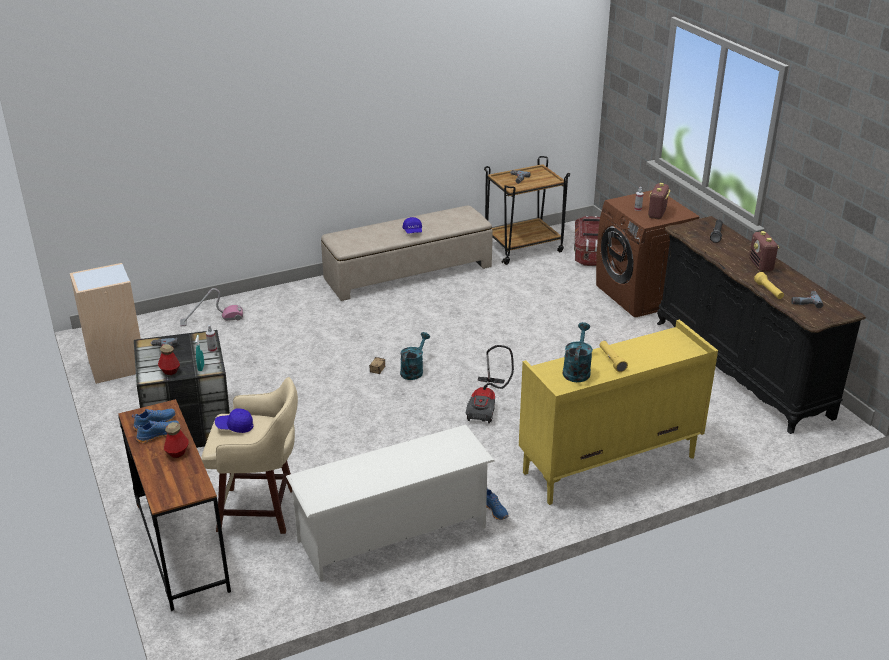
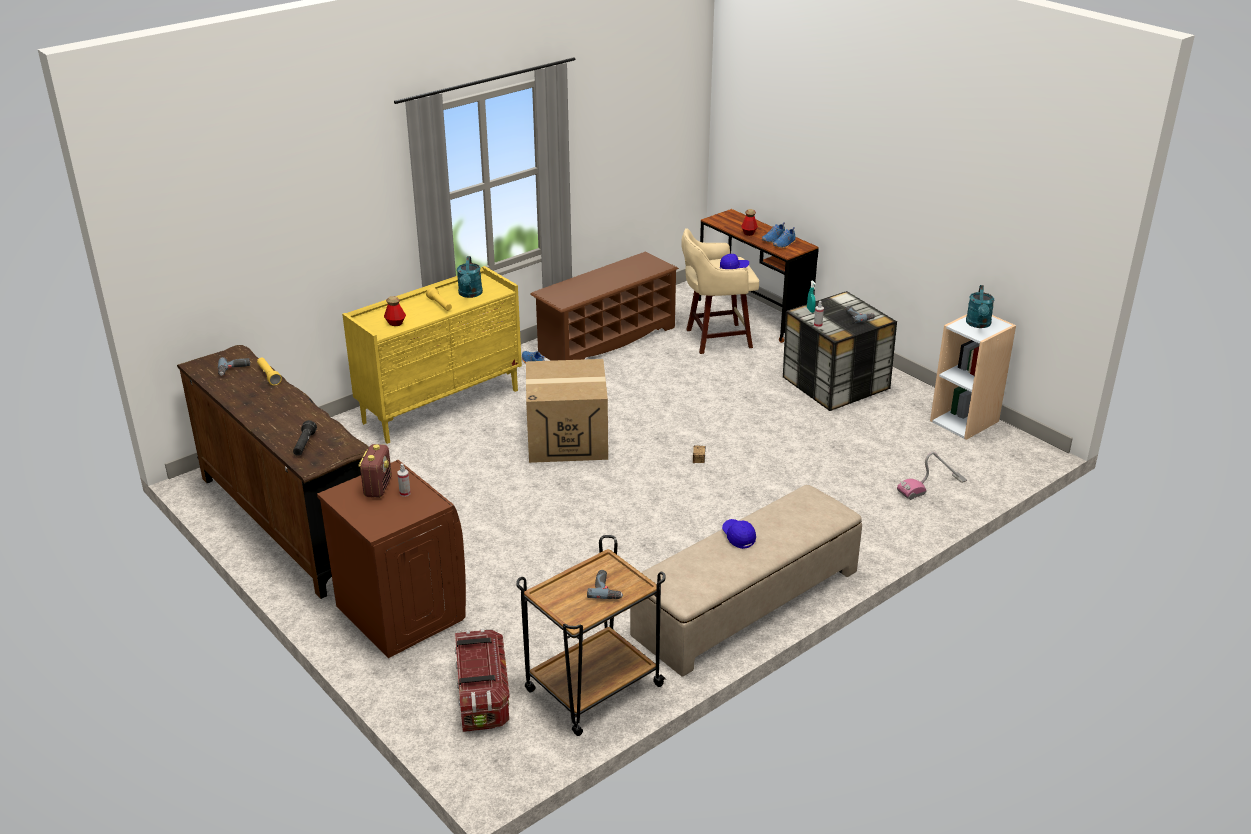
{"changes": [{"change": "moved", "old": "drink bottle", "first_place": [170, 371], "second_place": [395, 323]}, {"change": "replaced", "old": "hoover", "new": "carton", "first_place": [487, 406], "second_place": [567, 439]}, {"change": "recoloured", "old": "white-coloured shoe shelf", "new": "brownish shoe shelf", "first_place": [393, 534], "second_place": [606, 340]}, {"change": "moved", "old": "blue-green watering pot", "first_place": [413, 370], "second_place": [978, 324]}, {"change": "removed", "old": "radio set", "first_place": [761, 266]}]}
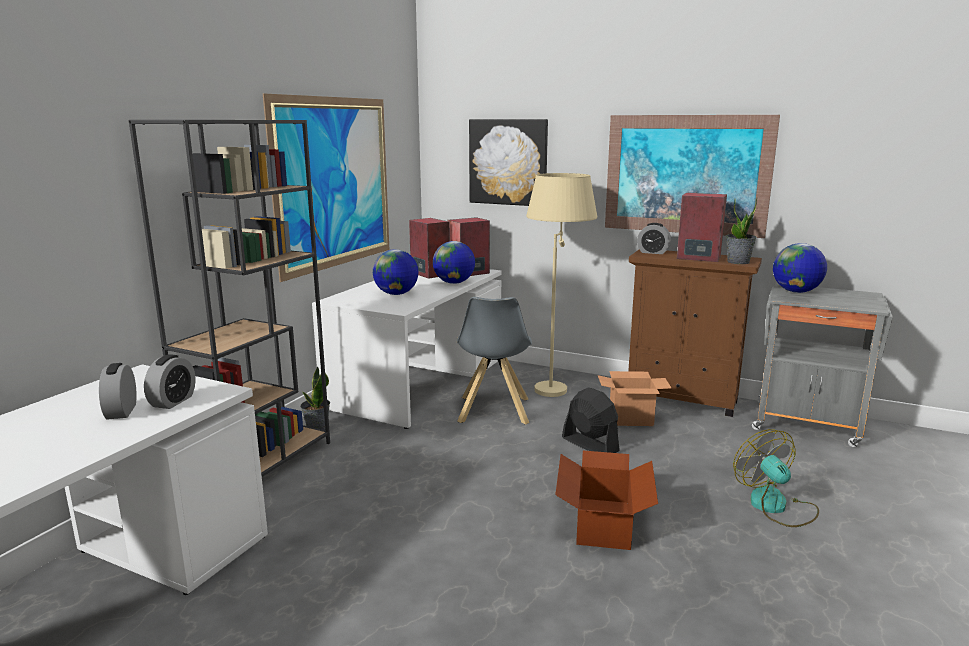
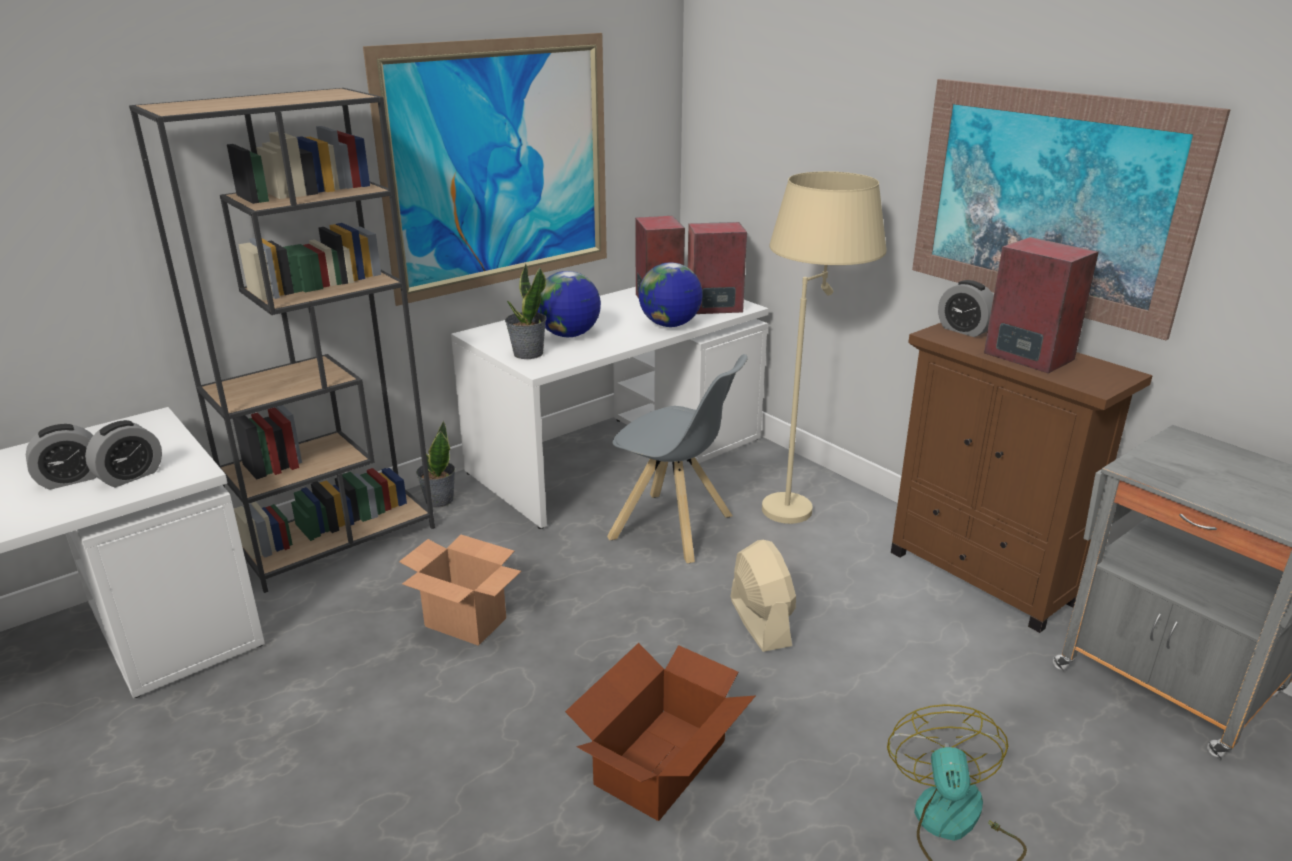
{"changes": [{"change": "turned", "old": "table clock", "first_place": [121, 411], "second_place": [71, 479], "degrees": -135}, {"change": "moved", "old": "carton", "first_place": [631, 419], "second_place": [466, 622]}, {"change": "moved", "old": "plant in a pot", "first_place": [738, 262], "second_place": [528, 354]}, {"change": "turned", "old": "greyish plain chair", "first_place": [493, 411], "second_place": [674, 528], "degrees": -90}, {"change": "recoloured", "old": "black electric fan", "new": "beige electric fan", "first_place": [589, 444], "second_place": [760, 622]}, {"change": "removed", "old": "wall art", "first_place": [508, 162]}, {"change": "removed", "old": "desk globe", "first_place": [796, 292]}]}
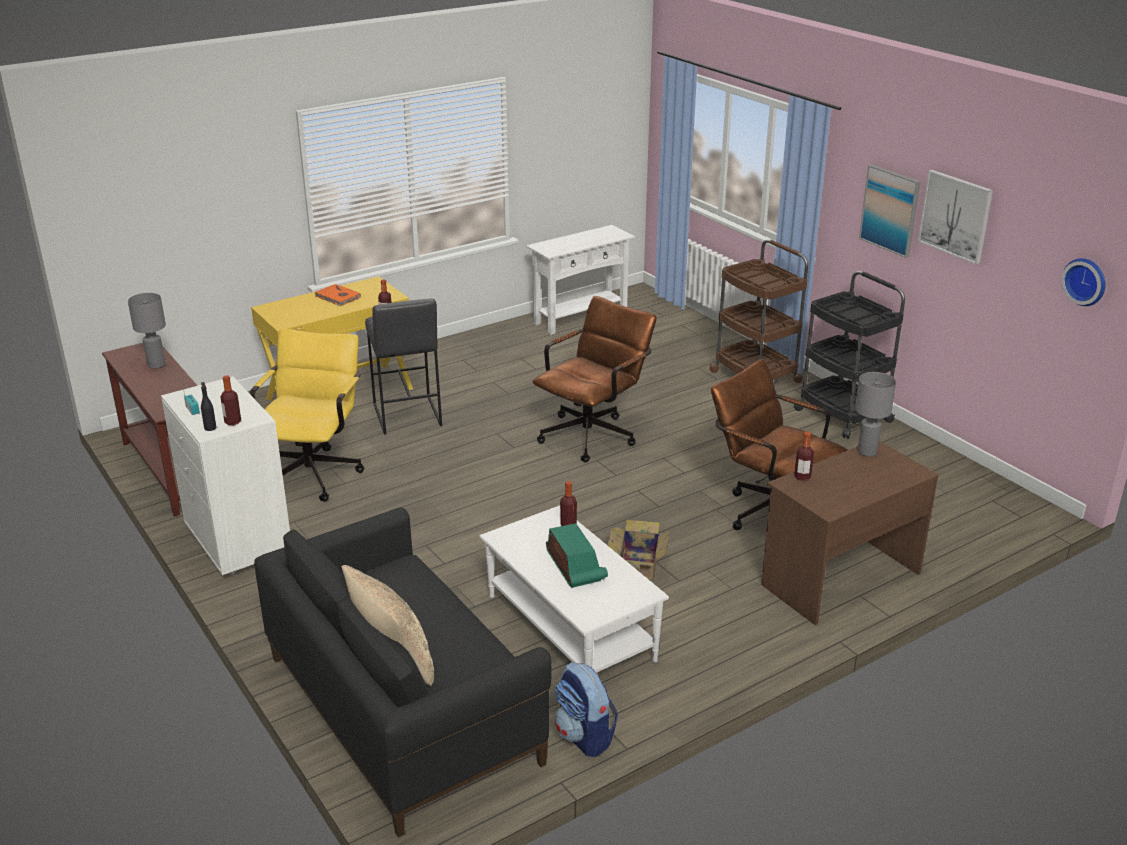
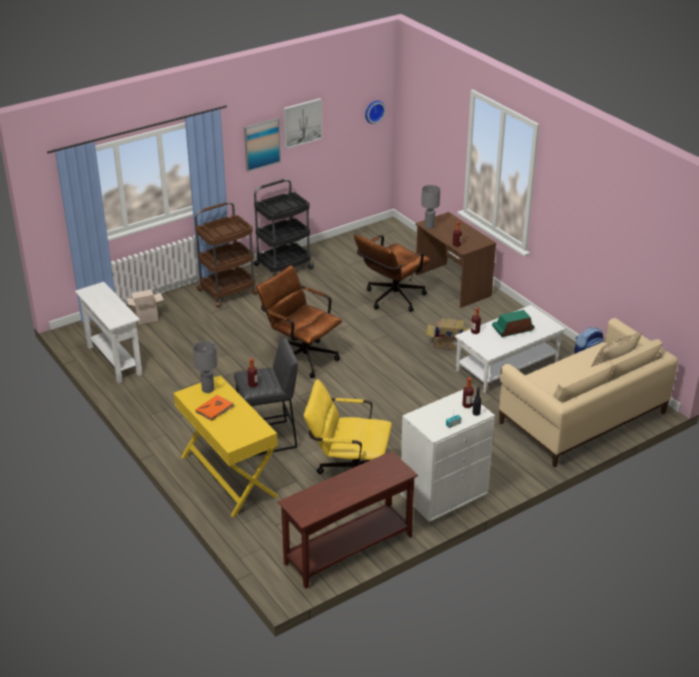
{"changes": [{"change": "added", "new": "carton", "second_place": [147, 318]}, {"change": "moved", "old": "greyish lamp for a table", "first_place": [156, 364], "second_place": [207, 389]}, {"change": "recoloured", "old": "black sofa", "new": "beige sofa", "first_place": [403, 708], "second_place": [582, 417]}]}
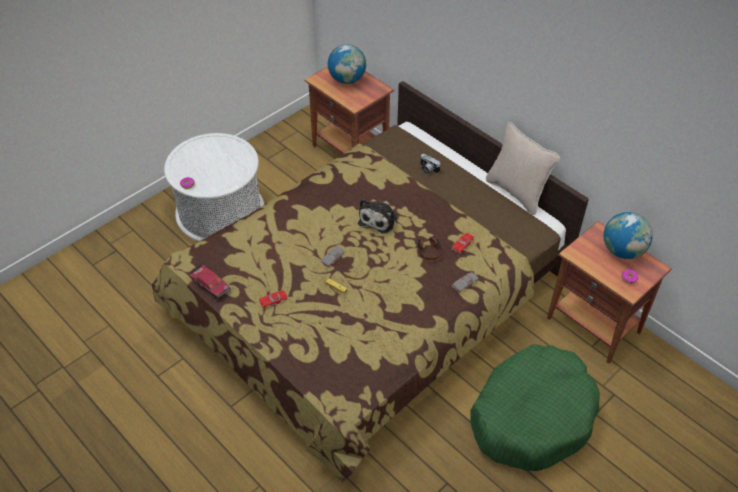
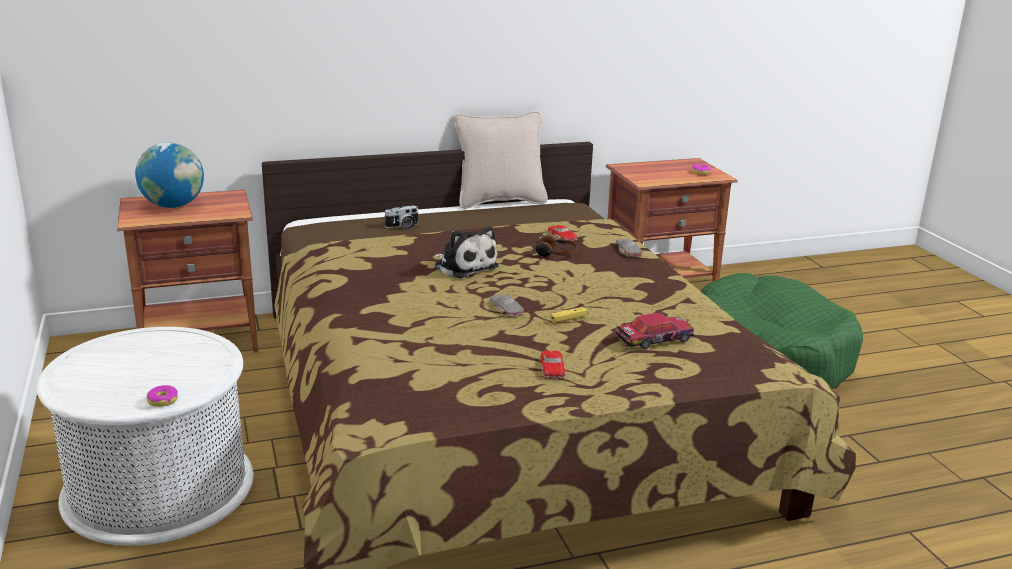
{"changes": [{"change": "moved", "old": "toy car", "first_place": [210, 285], "second_place": [653, 339]}, {"change": "removed", "old": "desk globe", "first_place": [622, 251]}]}
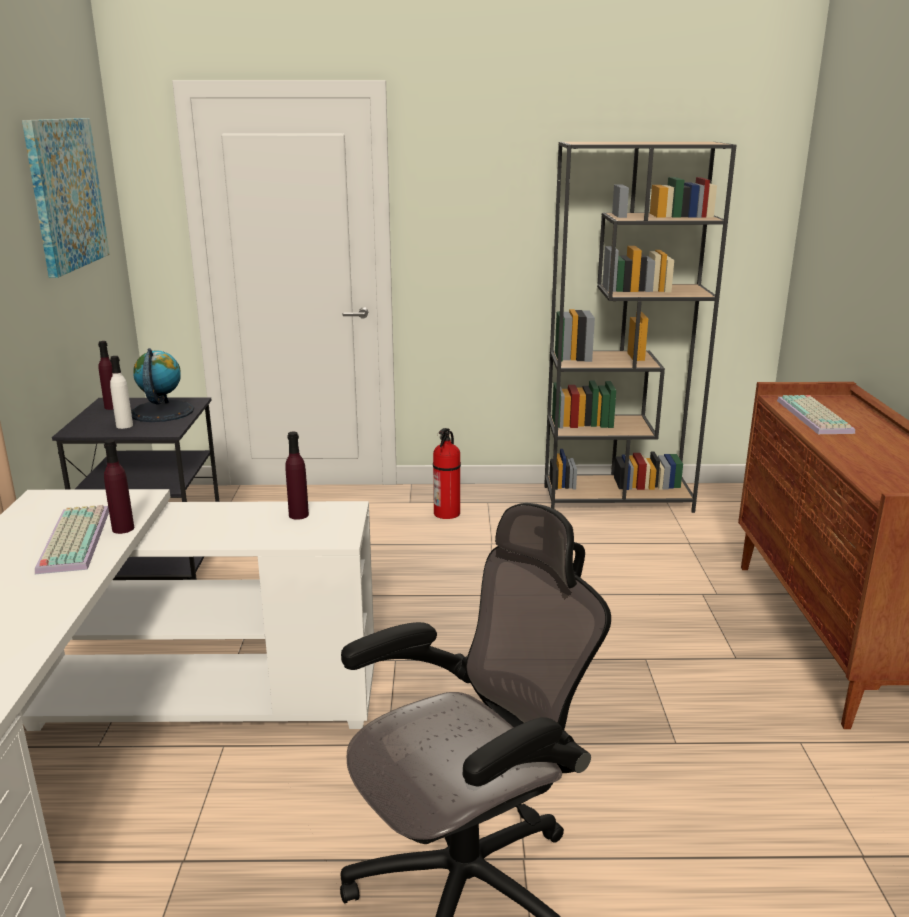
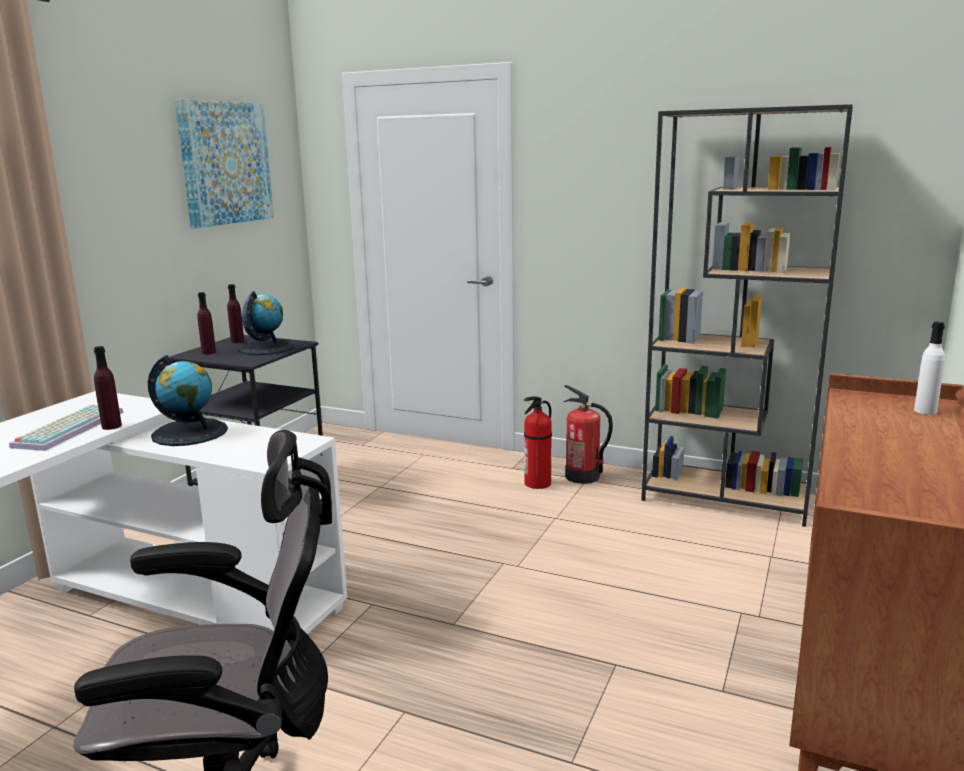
{"changes": [{"change": "added", "new": "desk globe", "second_place": [190, 432]}, {"change": "moved", "old": "purple drink bottle", "first_place": [298, 515], "second_place": [208, 352]}, {"change": "added", "new": "extinguisher", "second_place": [583, 477]}, {"change": "moved", "old": "white-coloured drink bottle", "first_place": [124, 425], "second_place": [925, 411]}, {"change": "removed", "old": "keyboard", "first_place": [816, 416]}]}
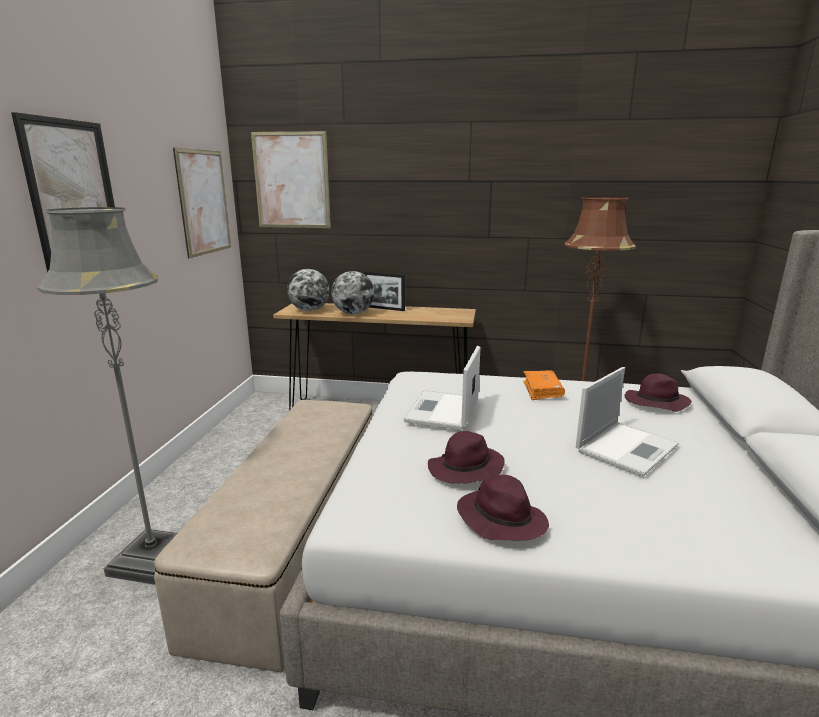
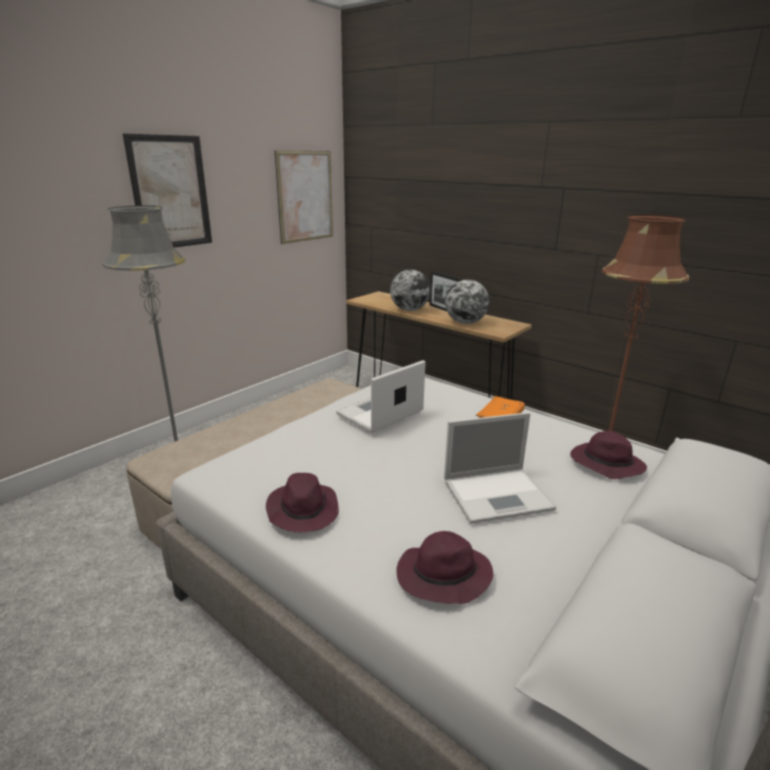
{"changes": [{"change": "moved", "old": "purple wearable hat", "first_place": [465, 470], "second_place": [442, 577]}, {"change": "moved", "old": "desk globe", "first_place": [309, 310], "second_place": [465, 323]}, {"change": "removed", "old": "wall art", "first_place": [292, 180]}]}
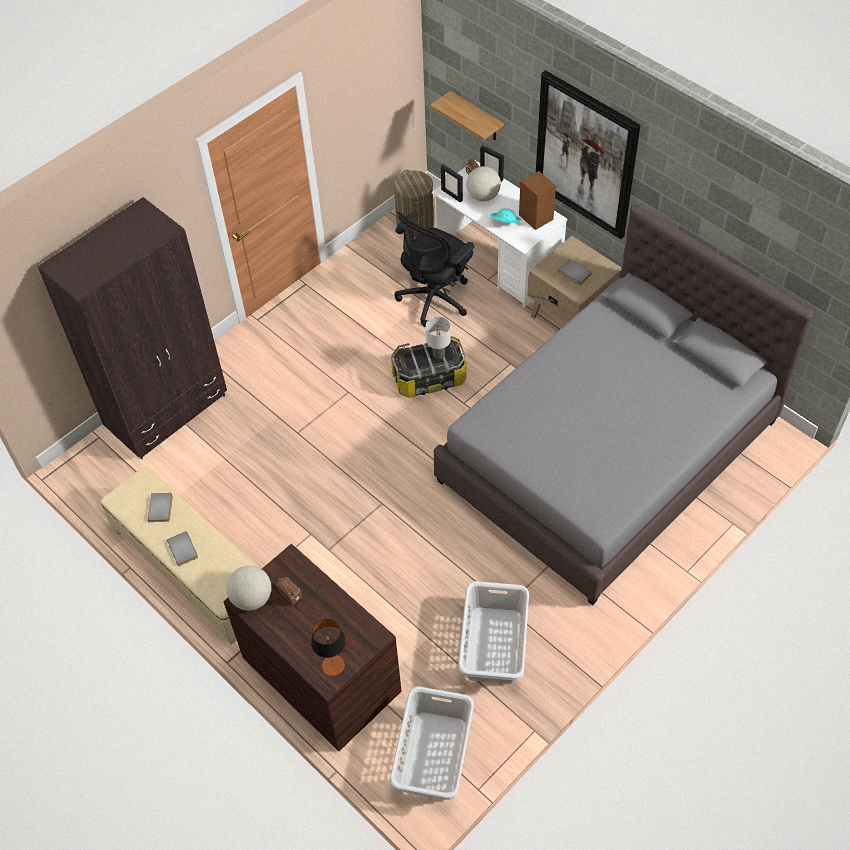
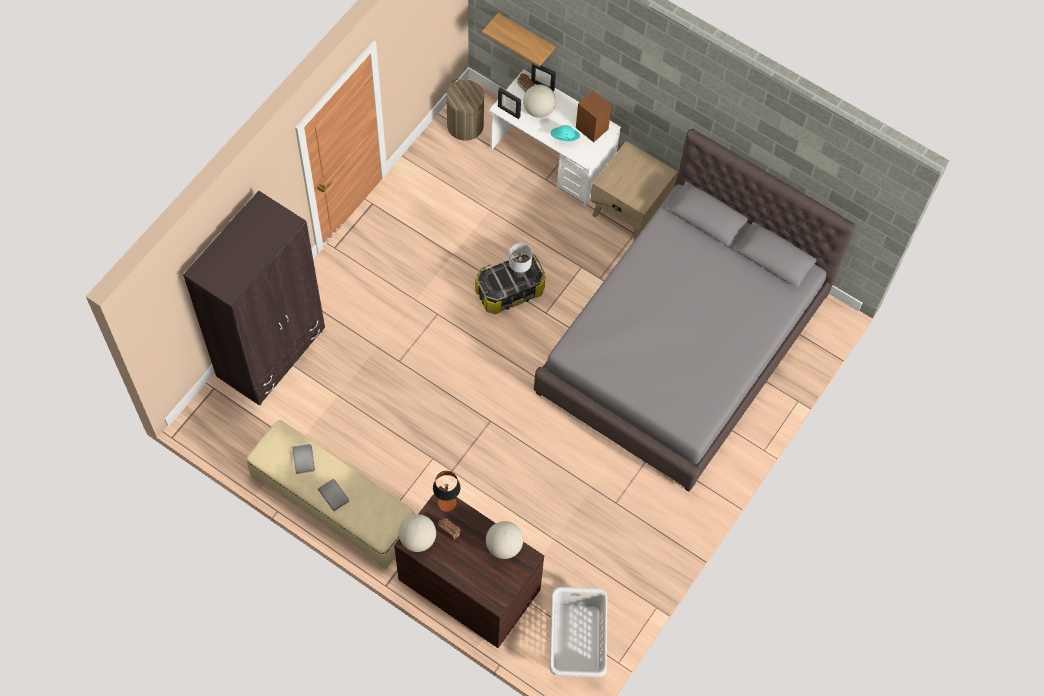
{"changes": [{"change": "moved", "old": "lamp for a table", "first_place": [333, 665], "second_place": [447, 503]}, {"change": "added", "new": "desk globe", "second_place": [504, 546]}, {"change": "removed", "old": "black desk chair", "first_place": [436, 294]}, {"change": "removed", "old": "greyish hamper", "first_place": [492, 645]}, {"change": "removed", "old": "wall art", "first_place": [586, 155]}, {"change": "removed", "old": "greyish bound book", "first_place": [573, 274]}]}
